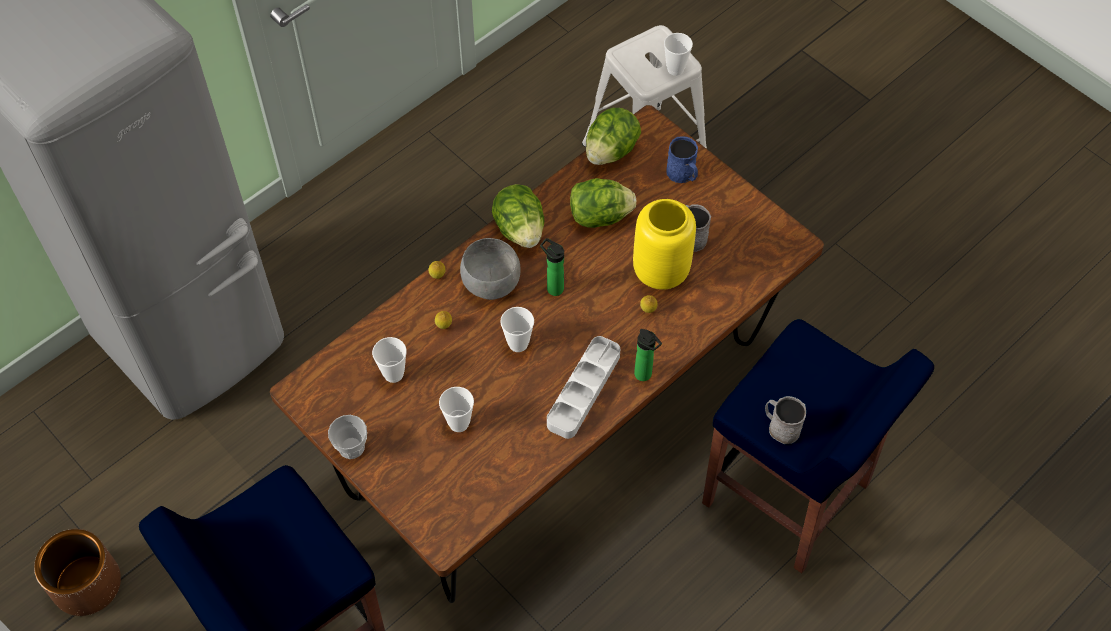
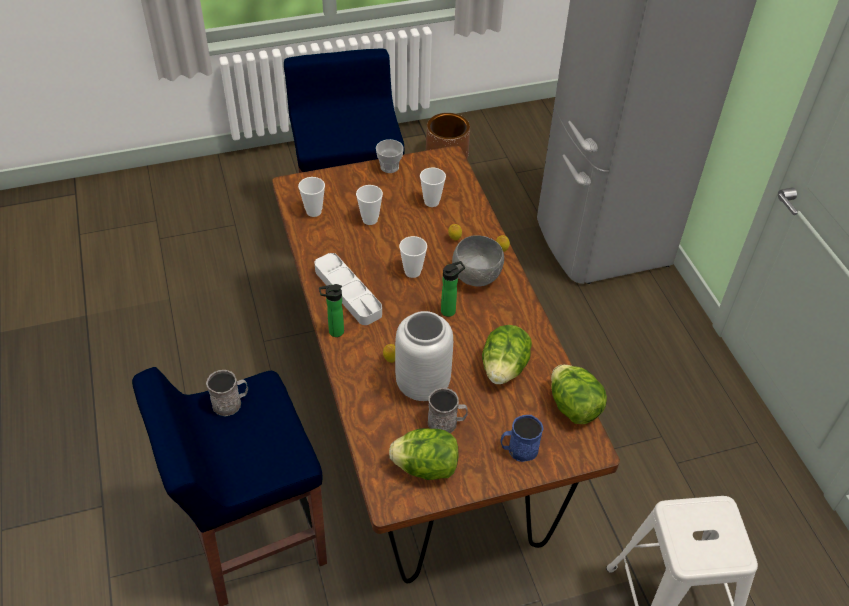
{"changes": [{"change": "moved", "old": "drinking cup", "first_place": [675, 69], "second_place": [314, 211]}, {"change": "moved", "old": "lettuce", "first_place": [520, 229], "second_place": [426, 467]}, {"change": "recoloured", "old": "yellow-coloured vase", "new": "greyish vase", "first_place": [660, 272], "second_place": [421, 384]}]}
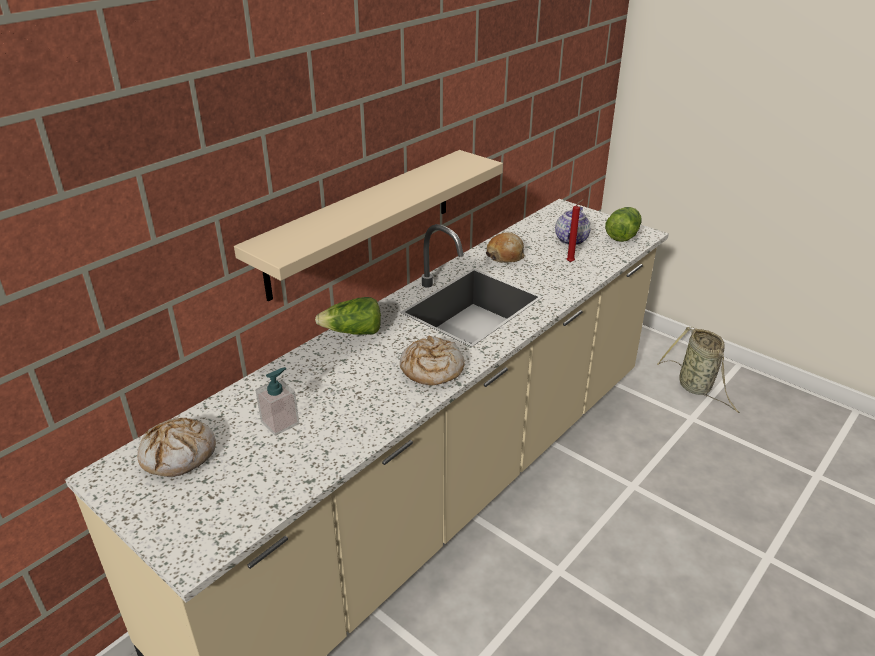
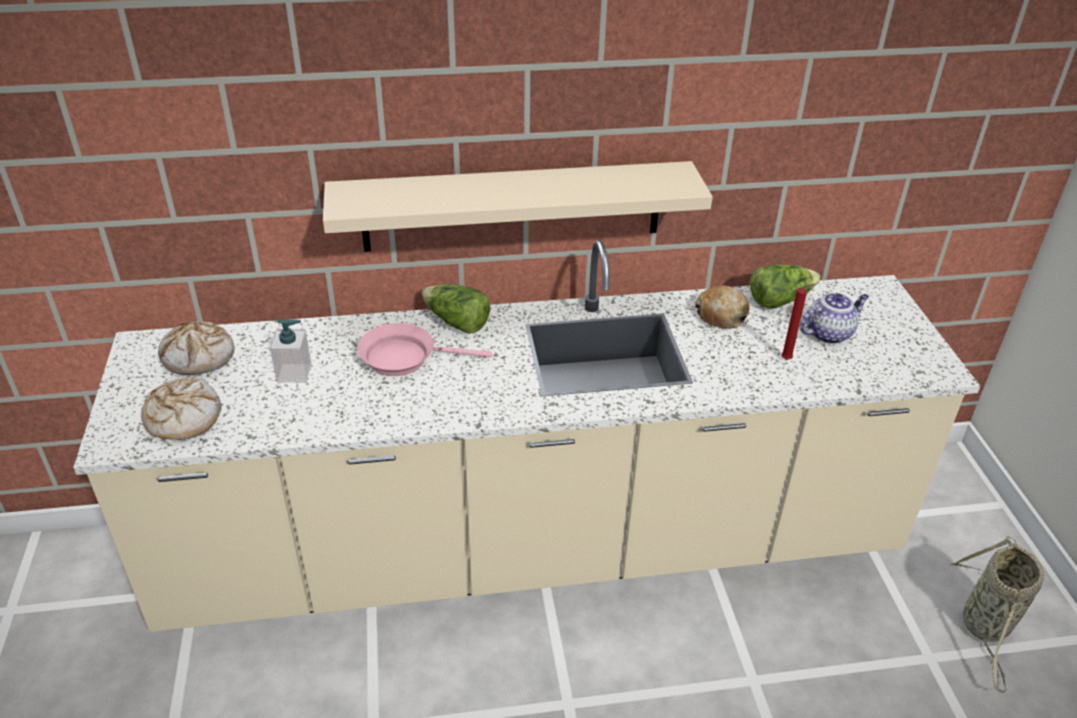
{"changes": [{"change": "moved", "old": "baked bread", "first_place": [431, 369], "second_place": [183, 418]}, {"change": "added", "new": "pink-coloured frying pan", "second_place": [404, 358]}, {"change": "moved", "old": "lettuce", "first_place": [622, 234], "second_place": [779, 300]}]}
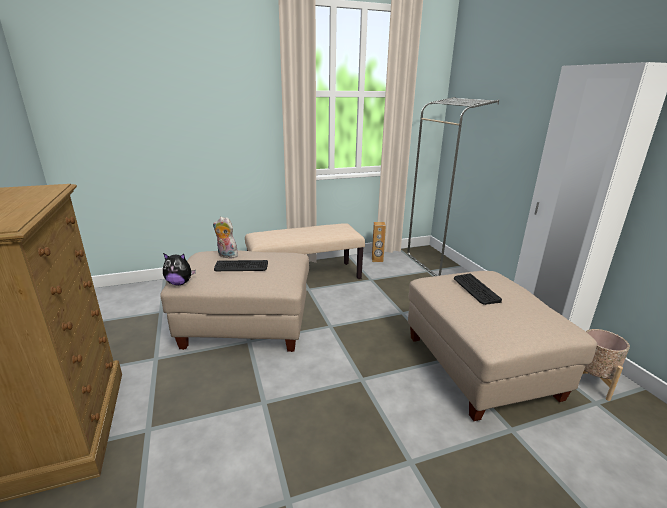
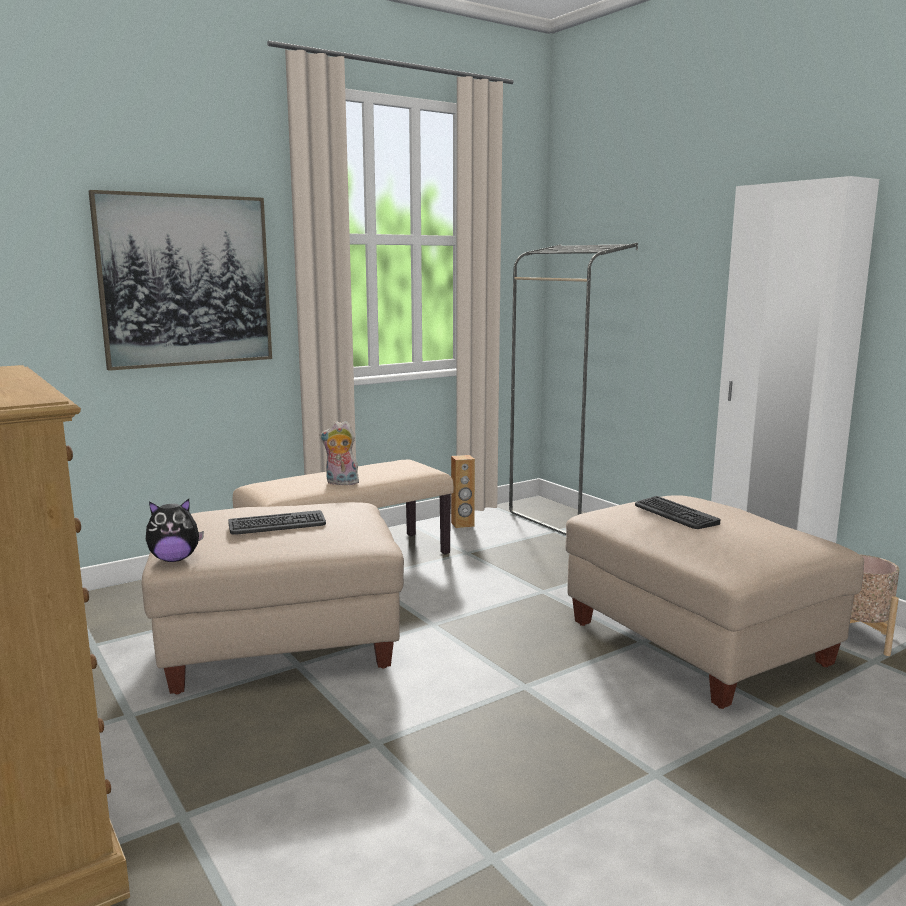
{"changes": [{"change": "added", "new": "wall art", "second_place": [186, 281]}, {"change": "moved", "old": "cuddly toy", "first_place": [226, 256], "second_place": [340, 483]}]}
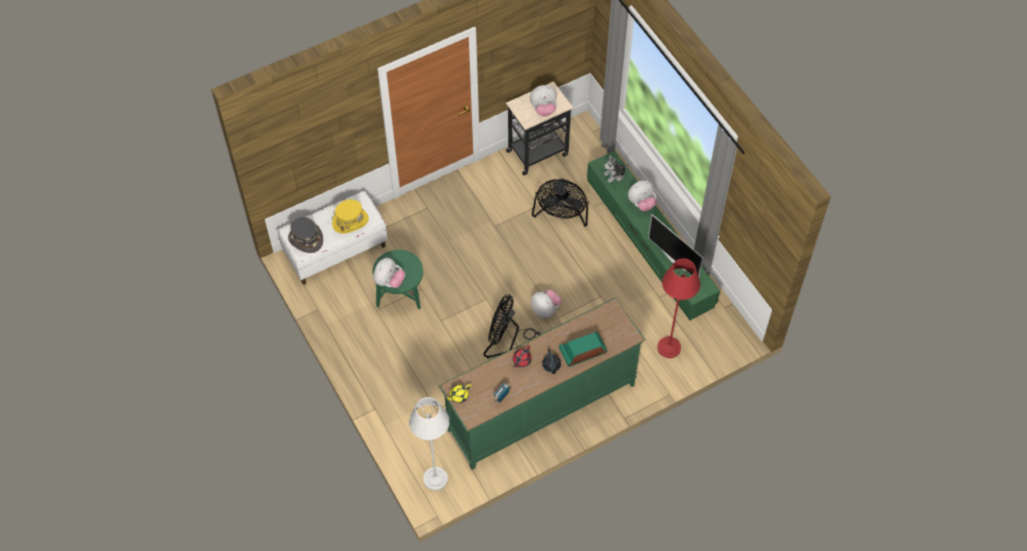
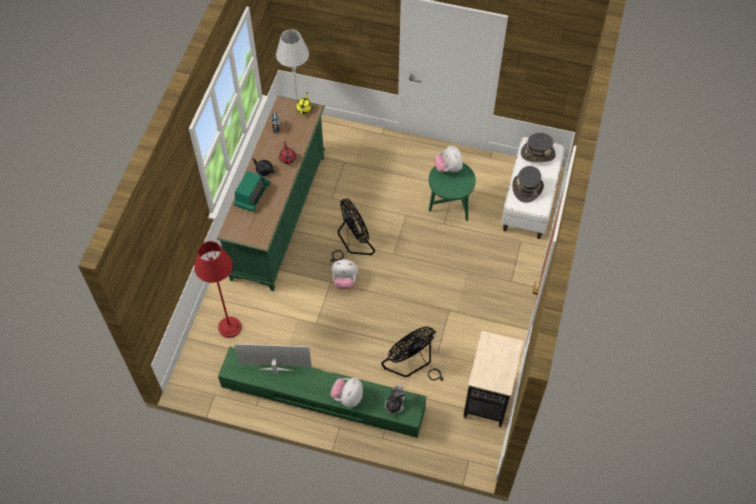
{"changes": [{"change": "recoloured", "old": "yellow-coloured wearable hat", "new": "greyish wearable hat", "first_place": [350, 221], "second_place": [527, 188]}, {"change": "removed", "old": "cuddly toy", "first_place": [543, 109]}]}
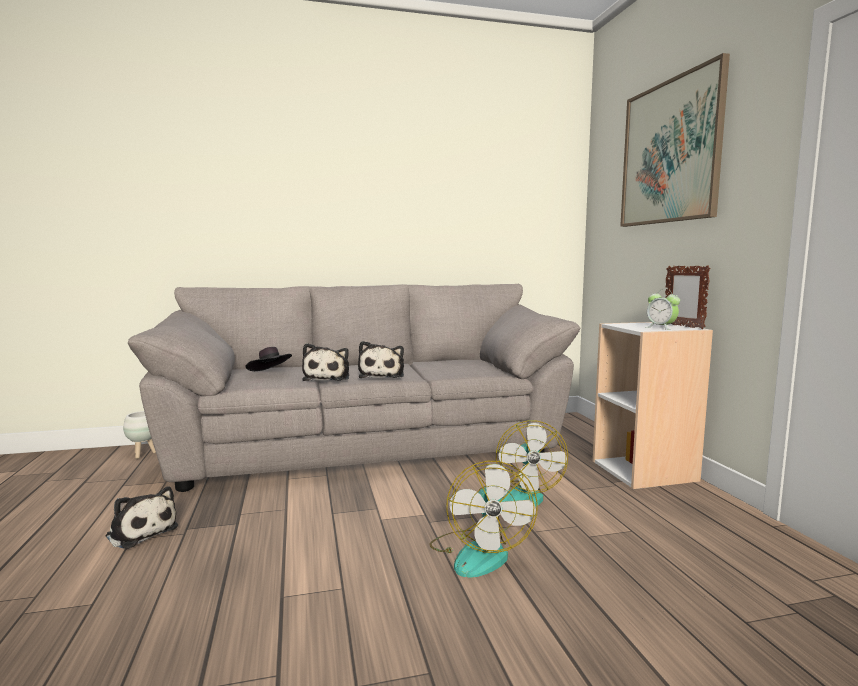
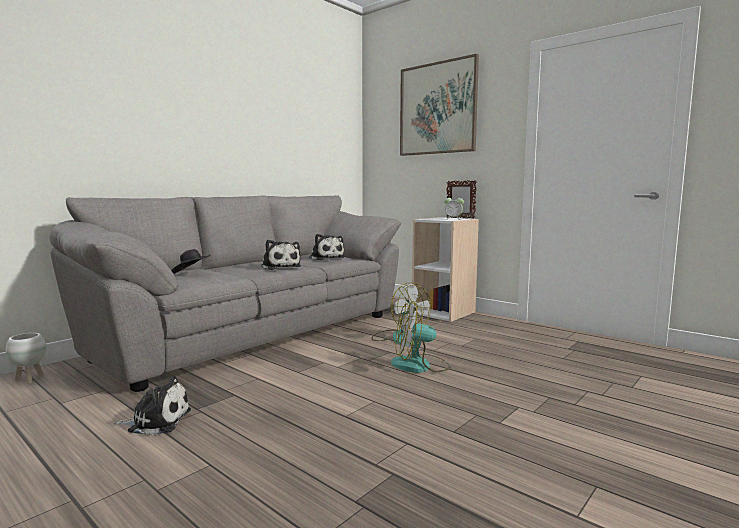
{"changes": [{"change": "moved", "old": "cuddly toy", "first_place": [328, 378], "second_place": [326, 258]}, {"change": "turned", "old": "electric fan", "first_place": [479, 552], "second_place": [420, 366], "degrees": 120}]}
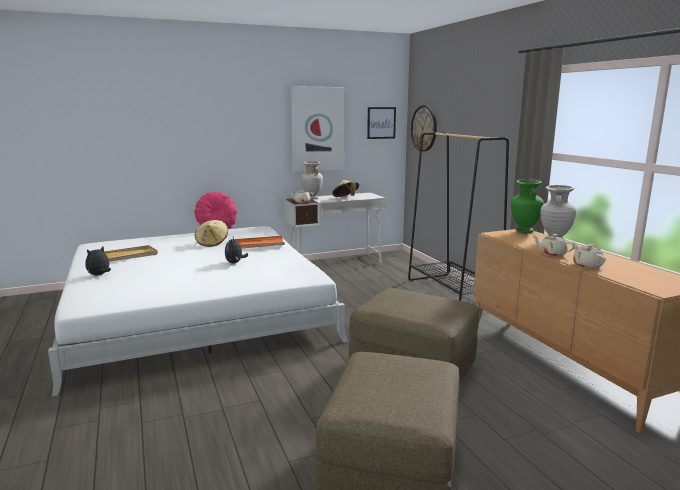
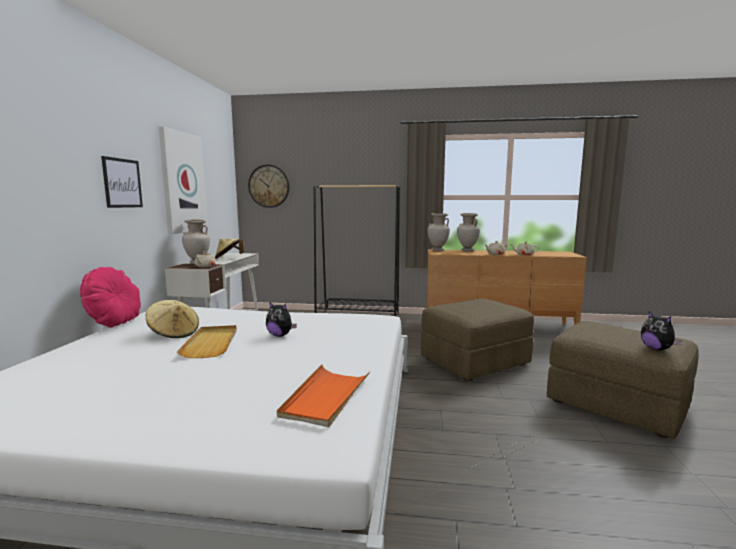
{"changes": [{"change": "moved", "old": "wall art", "first_place": [381, 123], "second_place": [122, 183]}, {"change": "moved", "old": "beige tray", "first_place": [127, 256], "second_place": [211, 343]}, {"change": "moved", "old": "orange-coloured tray", "first_place": [259, 244], "second_place": [326, 397]}, {"change": "recoloured", "old": "green vase", "new": "beige vase", "first_place": [524, 231], "second_place": [437, 250]}, {"change": "moved", "old": "cuddly toy", "first_place": [99, 275], "second_place": [656, 349]}]}
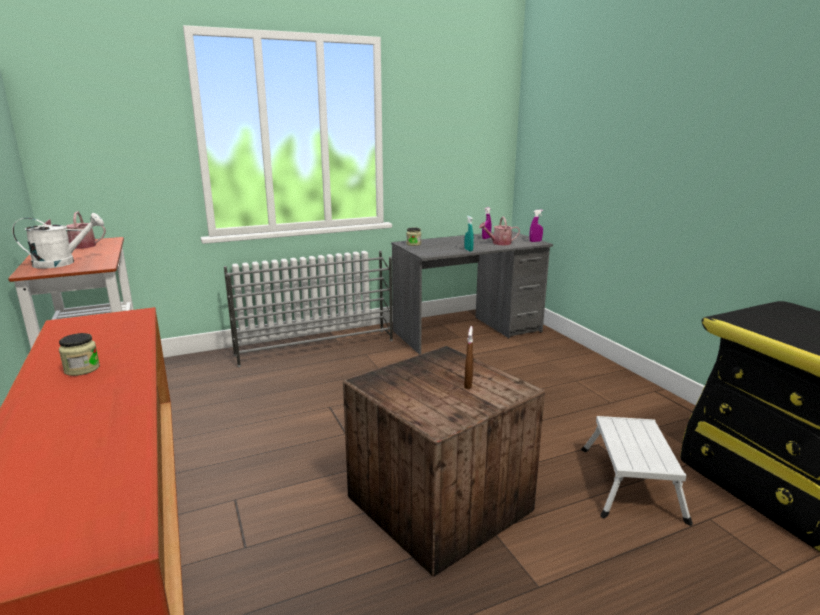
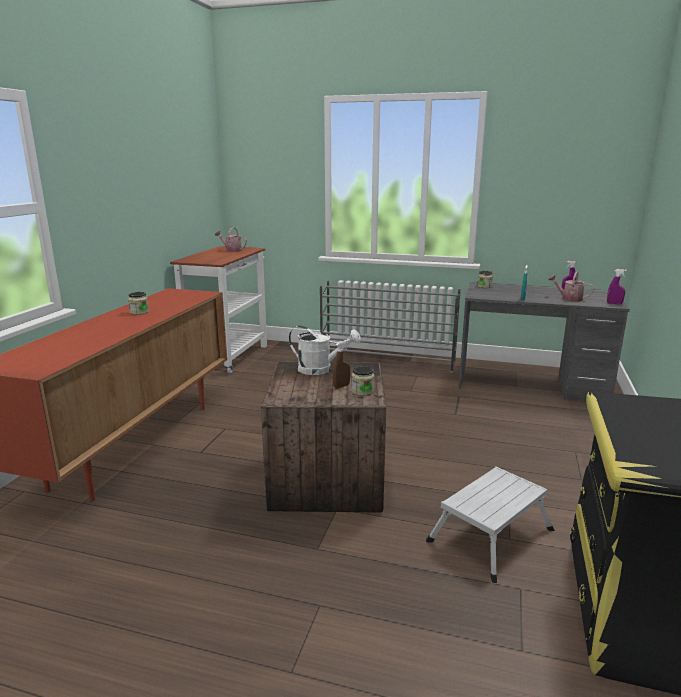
{"changes": [{"change": "moved", "old": "white-coloured watering pot", "first_place": [62, 263], "second_place": [321, 369]}, {"change": "added", "new": "preserve jar", "second_place": [362, 391]}]}
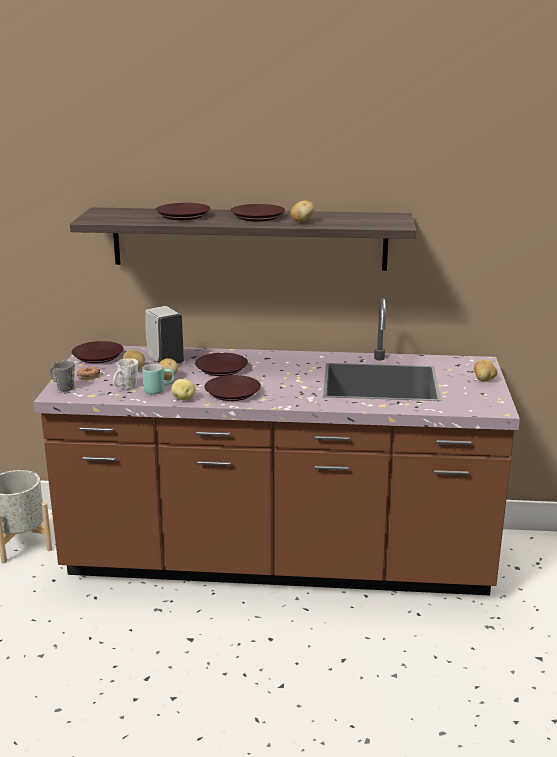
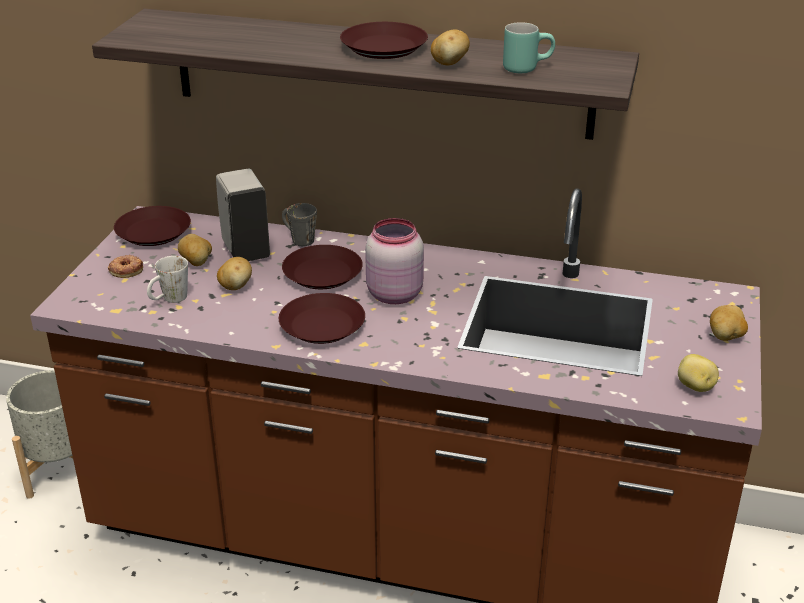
{"changes": [{"change": "moved", "old": "greyish mug", "first_place": [61, 387], "second_place": [298, 238]}, {"change": "added", "new": "pink-coloured preserve jar", "second_place": [393, 294]}, {"change": "moved", "old": "blue-green mug", "first_place": [158, 390], "second_place": [526, 67]}, {"change": "moved", "old": "whole potato", "first_place": [183, 399], "second_place": [695, 387]}, {"change": "removed", "old": "brownish dinner plate", "first_place": [183, 216]}]}
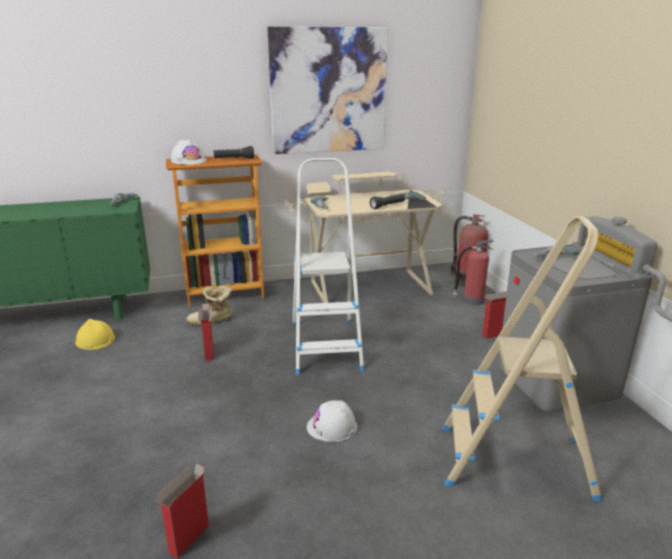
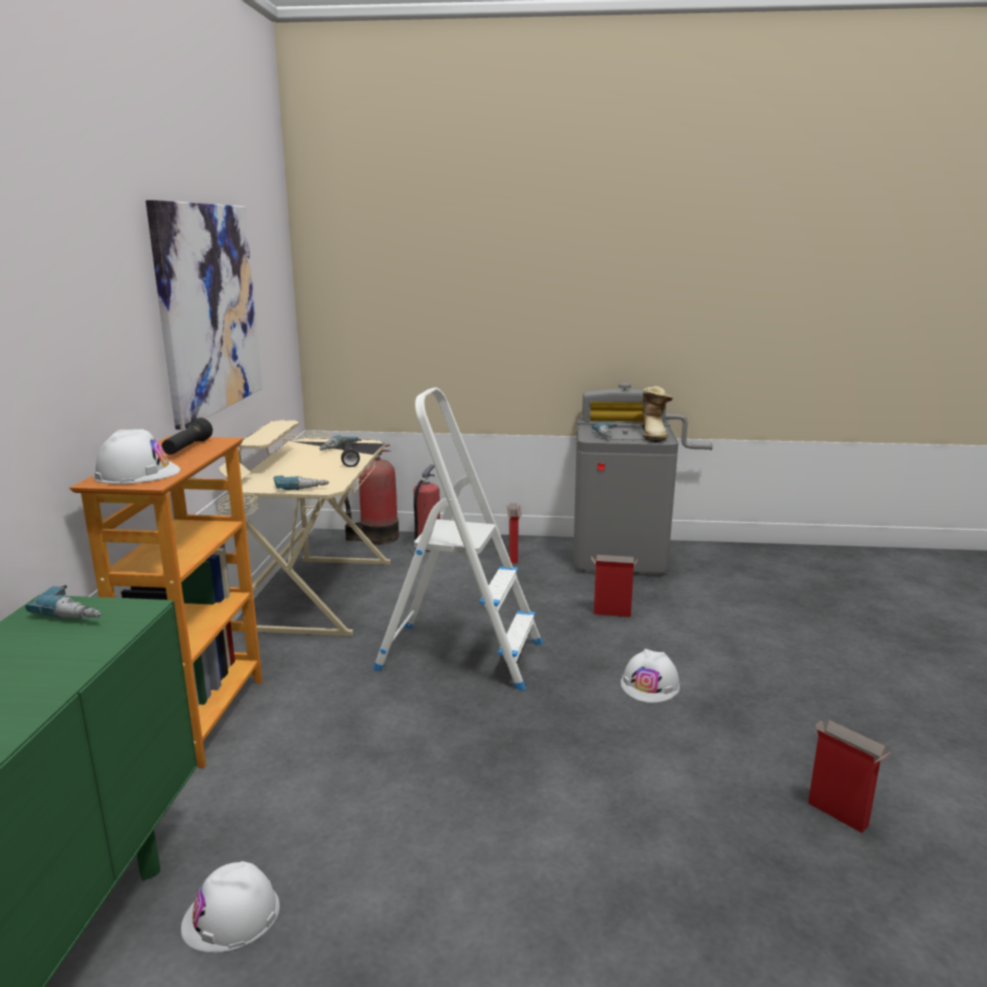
{"changes": [{"change": "recoloured", "old": "yellow-coloured safety helmet", "new": "white-coloured safety helmet", "first_place": [95, 340], "second_place": [231, 916]}, {"change": "moved", "old": "carton", "first_place": [209, 352], "second_place": [611, 613]}, {"change": "moved", "old": "tall boot", "first_place": [212, 321], "second_place": [654, 435]}, {"change": "removed", "old": "beige stepladder", "first_place": [513, 461]}]}
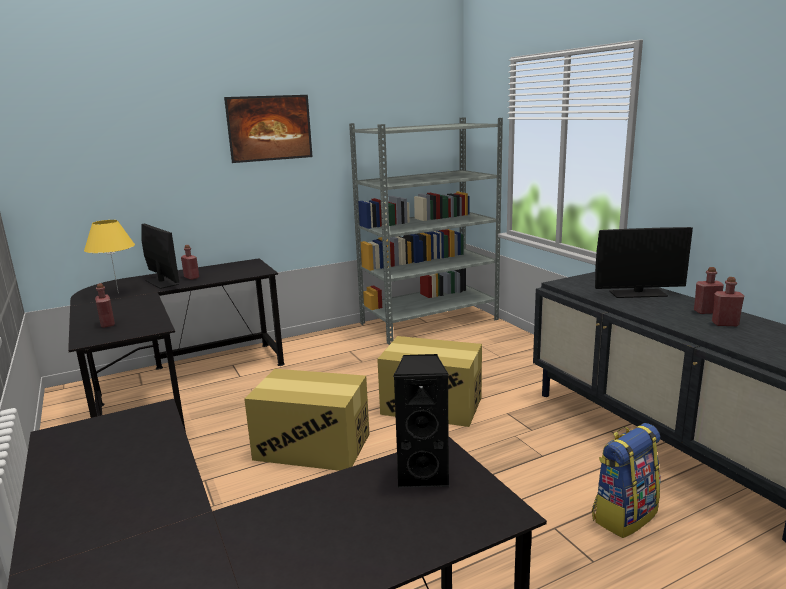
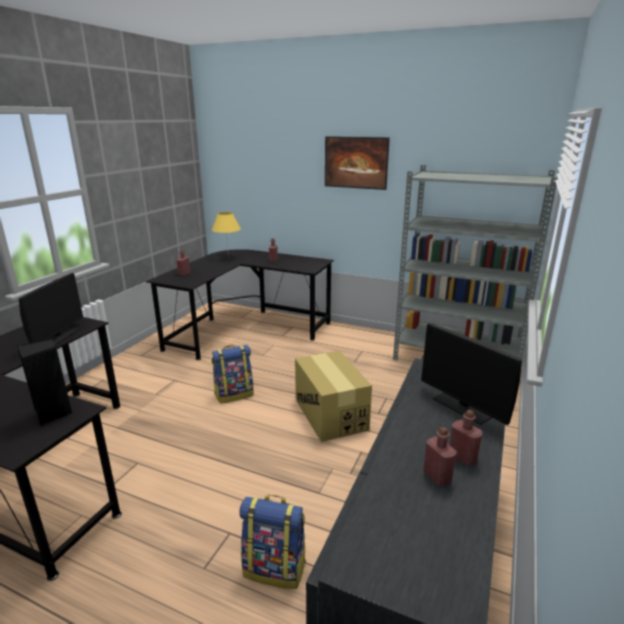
{"changes": [{"change": "moved", "old": "monitor", "first_place": [161, 282], "second_place": [57, 337]}, {"change": "replaced", "old": "carton", "new": "rucksack", "first_place": [312, 446], "second_place": [234, 394]}]}
